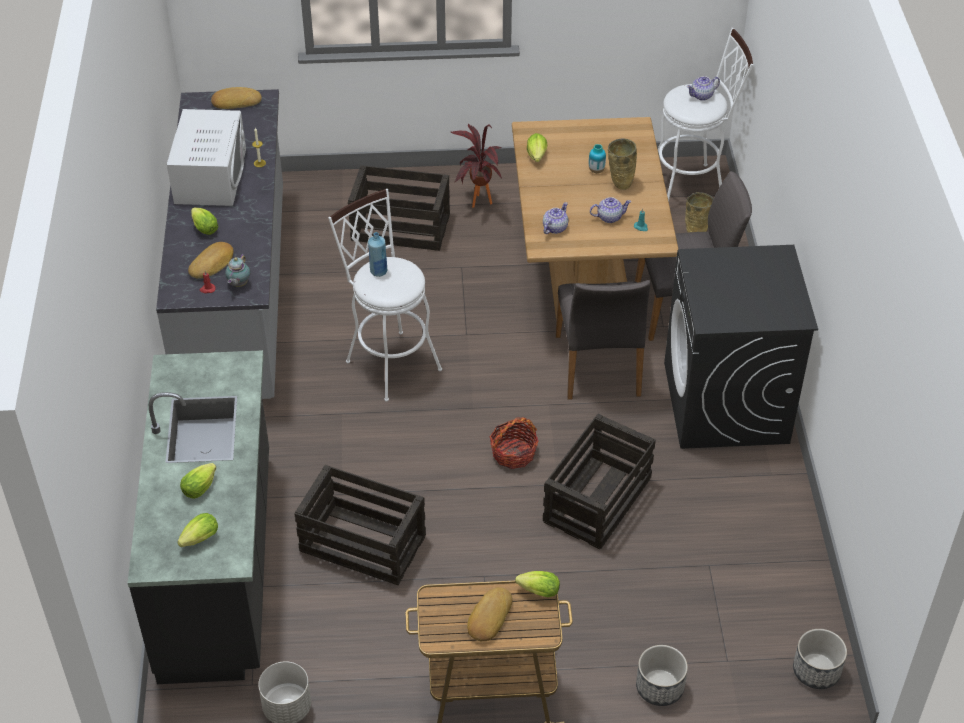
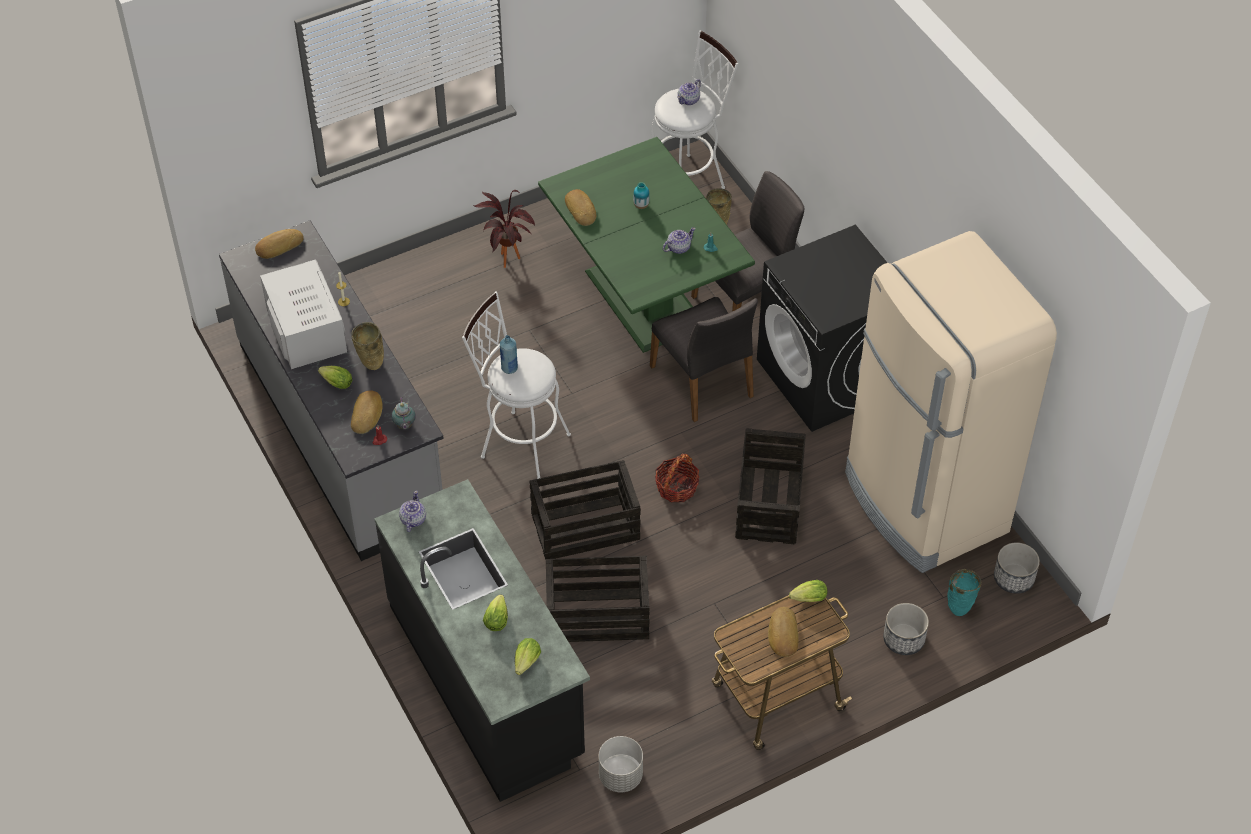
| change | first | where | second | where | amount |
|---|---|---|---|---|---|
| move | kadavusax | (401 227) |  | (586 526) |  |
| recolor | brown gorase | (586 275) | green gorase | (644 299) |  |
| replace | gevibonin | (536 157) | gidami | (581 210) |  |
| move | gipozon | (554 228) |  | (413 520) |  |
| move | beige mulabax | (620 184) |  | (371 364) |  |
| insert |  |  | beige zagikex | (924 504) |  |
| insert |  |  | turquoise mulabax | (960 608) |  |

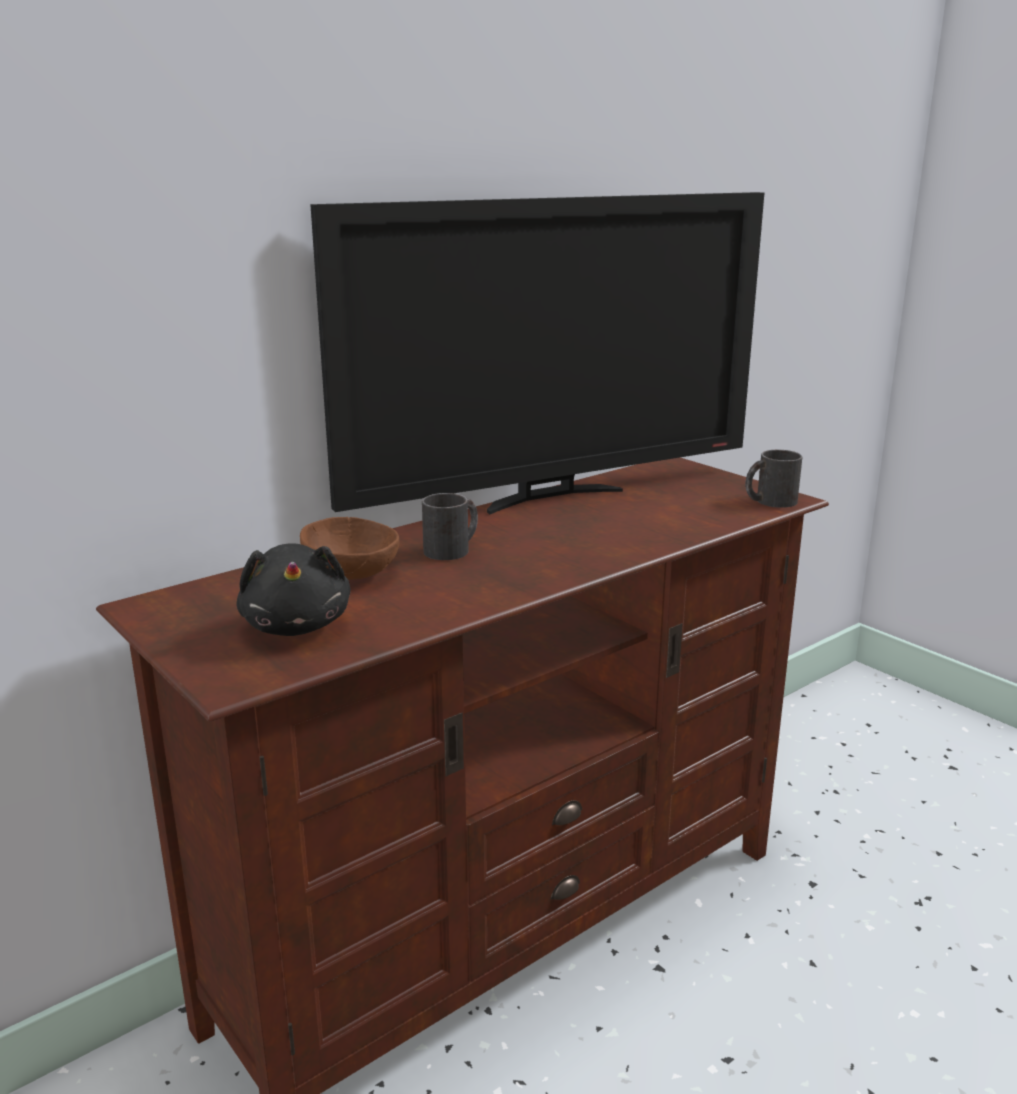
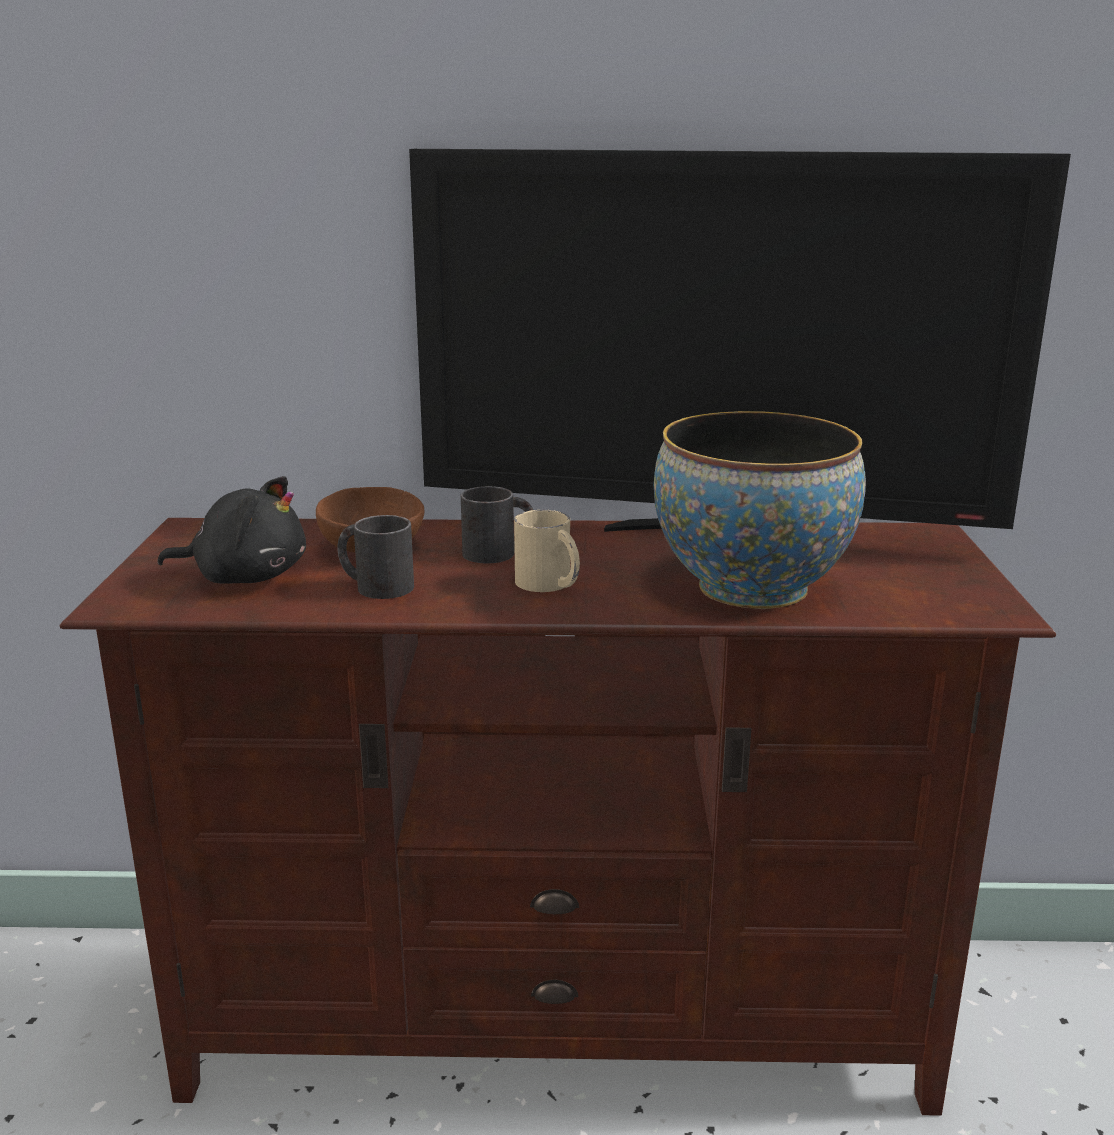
| change | first | where | second | where | amount |
|---|---|---|---|---|---|
| rotate | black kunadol | (297 625) |  | (245 577) | 105 degrees counterclockwise |
| move | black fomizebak | (769 501) |  | (375 586) |  |
| insert |  |  | beige fomizebak | (550 585) |  |
| insert |  |  | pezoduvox | (751 588) |  |

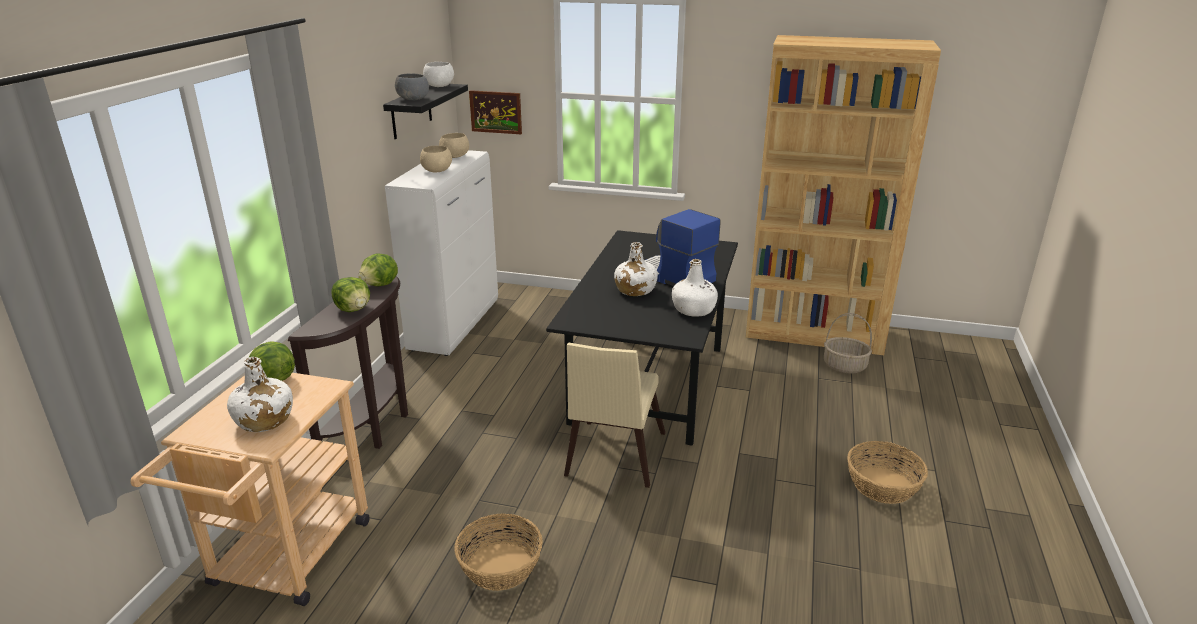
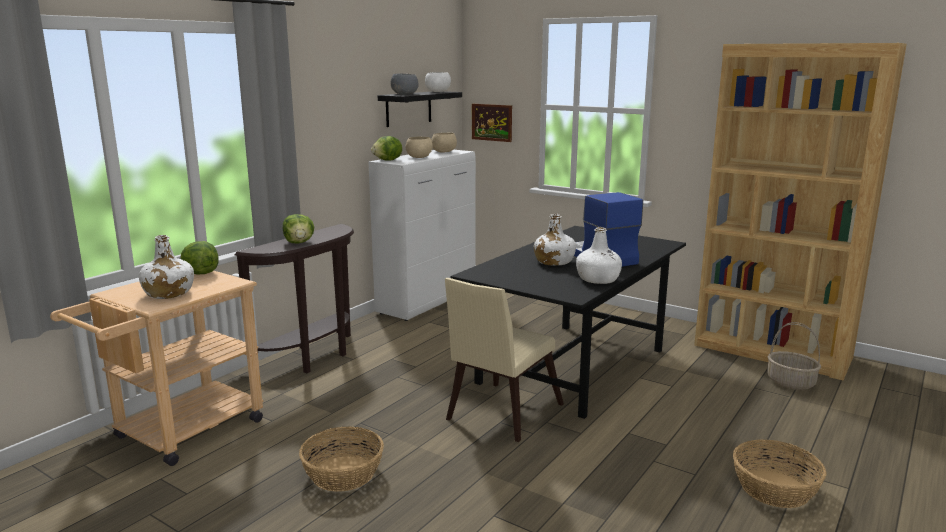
| change | first | where | second | where | amount |
|---|---|---|---|---|---|
| move | gevibonin | (380 285) |  | (388 160) |  |

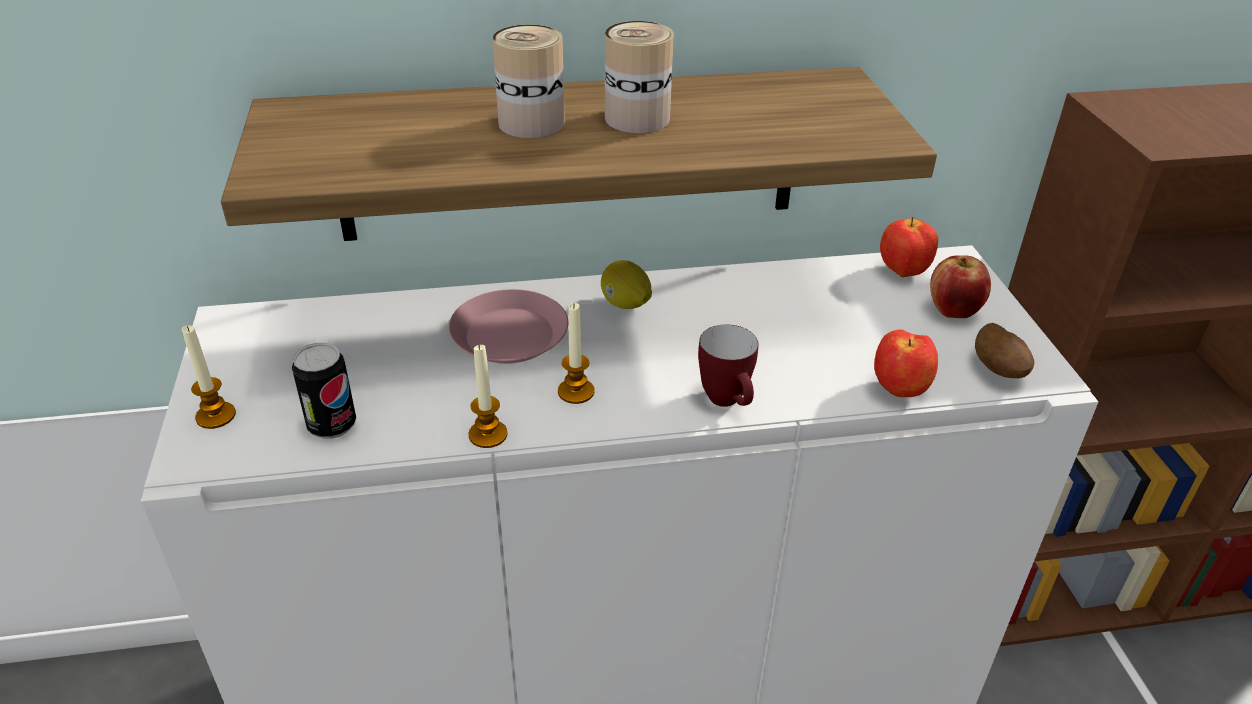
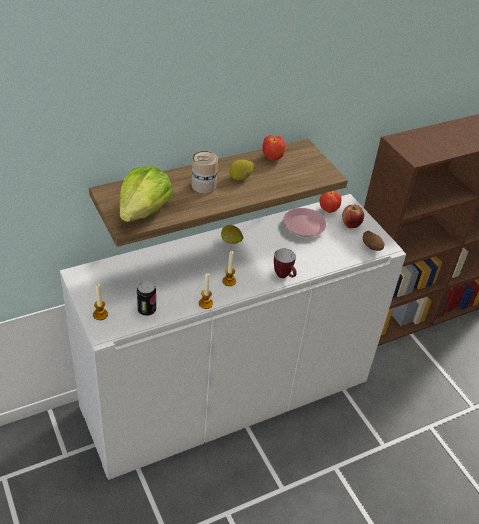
| change | first | where | second | where | amount |
|---|---|---|---|---|---|
| move | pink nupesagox | (510 335) |  | (304 226) |  |
| replace | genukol | (637 118) | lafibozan | (240 177) |  |
| move | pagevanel | (900 390) |  | (272 158) |  |
| insert |  |  | gevibonin | (144 210) |  |

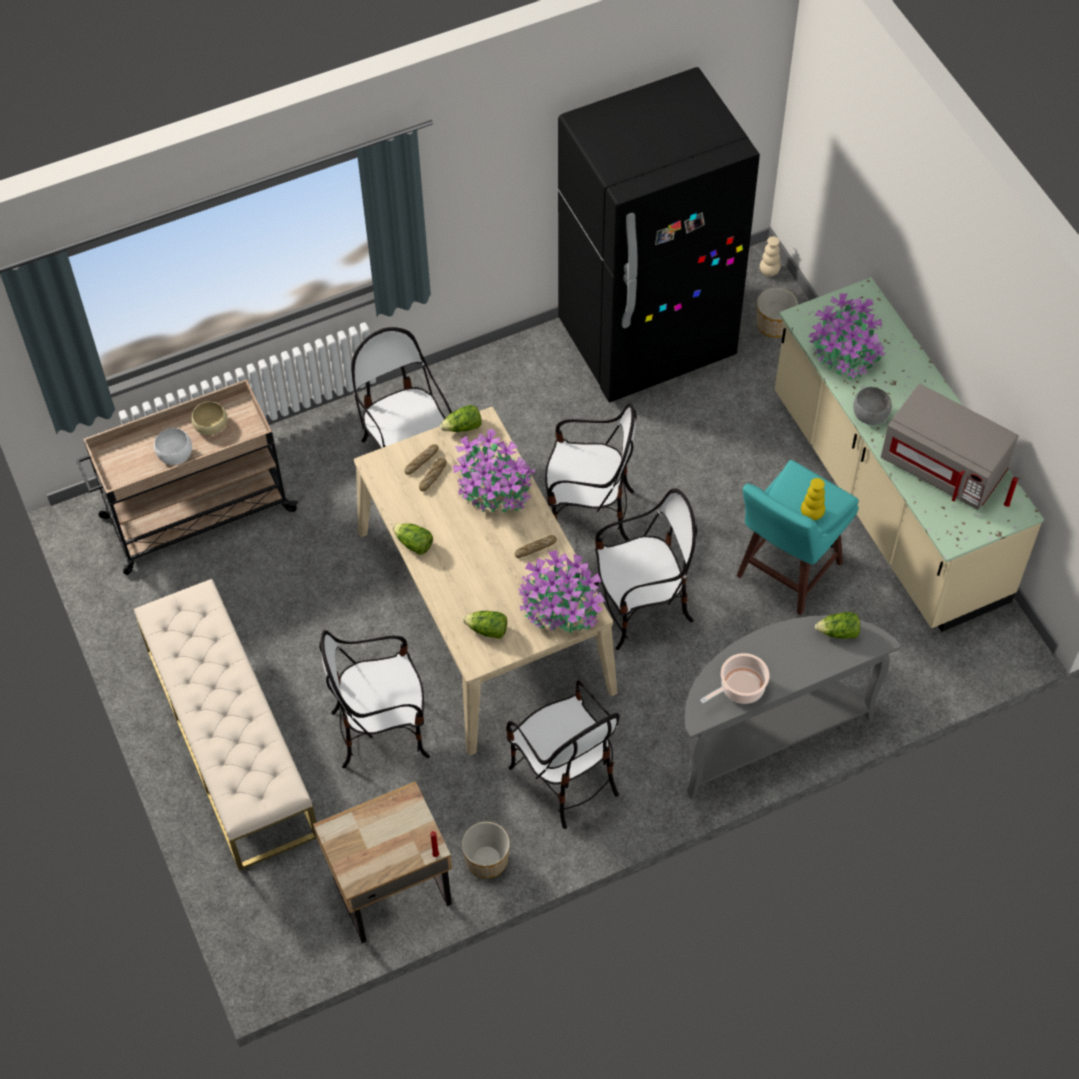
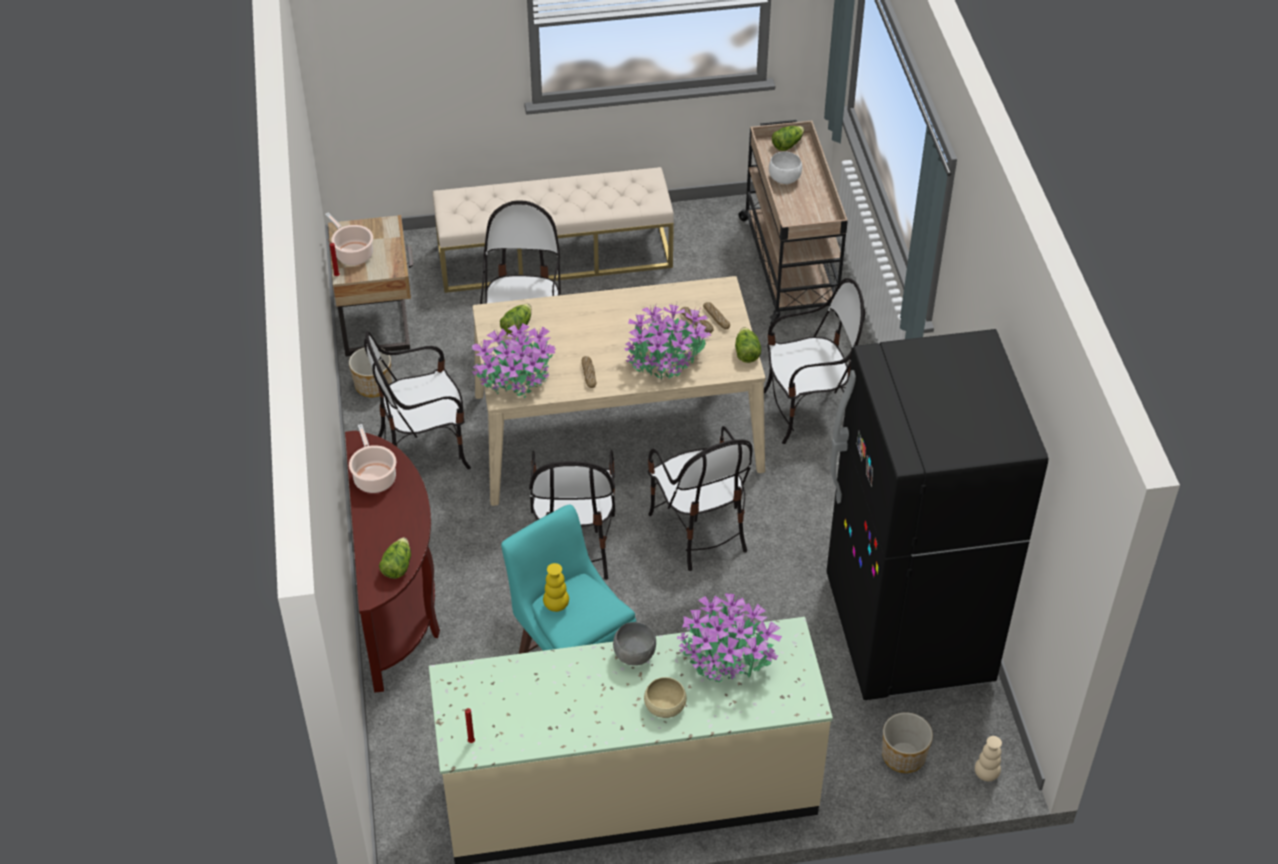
| change | first | where | second | where | amount |
|---|---|---|---|---|---|
| move | beige pezoduvox | (210 424) |  | (665 705) |  |
| move | gevibonin | (413 544) |  | (787 144) |  |
| rotate | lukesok | (588 513) |  | (699 530) | 45 degrees counterclockwise |
| recolor | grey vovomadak | (768 734) | brown vovomadak | (398 605) |  |
| delete | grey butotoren | (944 466) |  |  |  |
| insert |  |  | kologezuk | (353 253) |  |

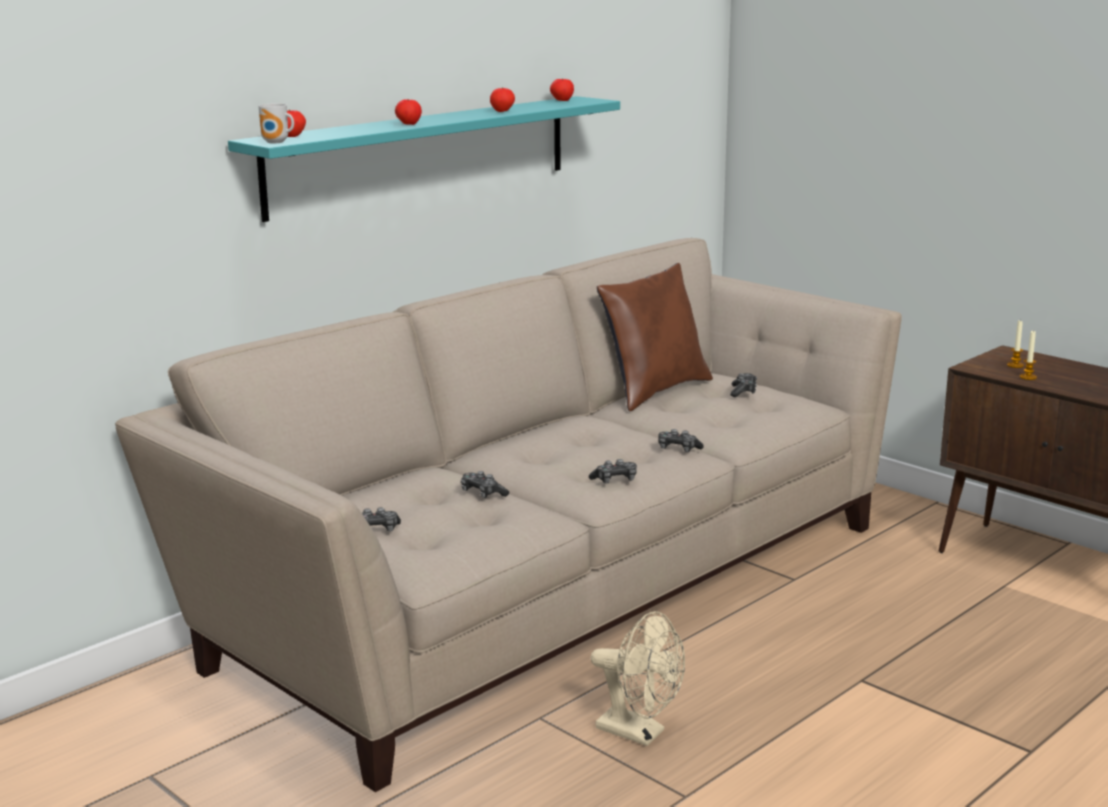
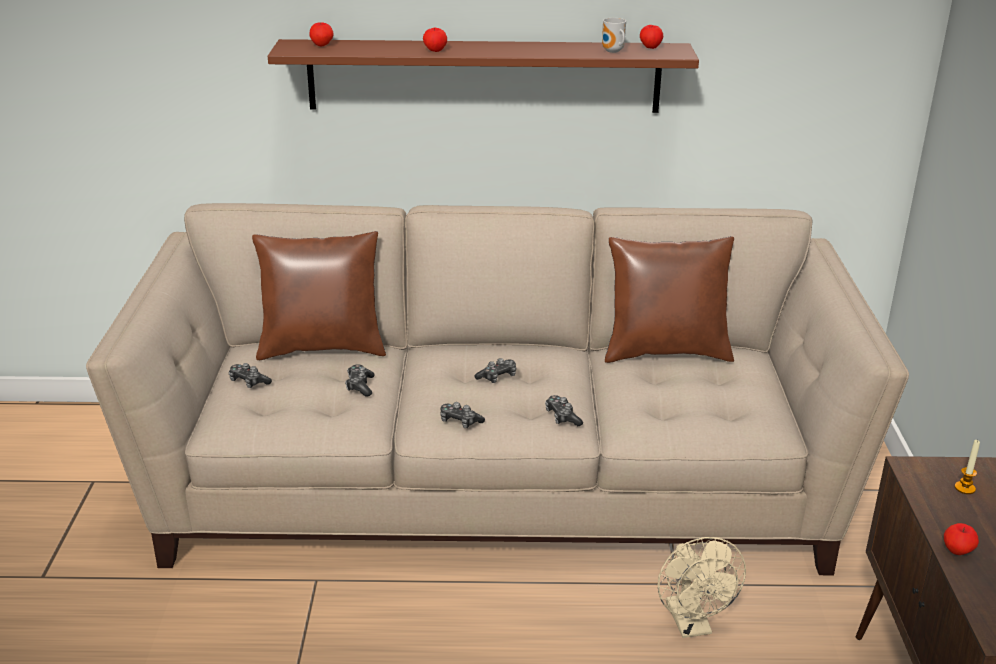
| change | first | where | second | where | amount |
|---|---|---|---|---|---|
| recolor | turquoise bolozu | (422 155) | brown bolozu | (484 76) |  |
| move | fomizebak | (276 142) |  | (612 51) |  |
| move | pagevanel | (502 111) |  | (957 551) |  |
| move | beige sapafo | (639 733) |  | (692 625) |  |
| move | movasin | (743 391) |  | (497 377) |  |
| delete | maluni | (1028 377) |  |  |  |
| insert |  |  | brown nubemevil | (323 348) |  |

